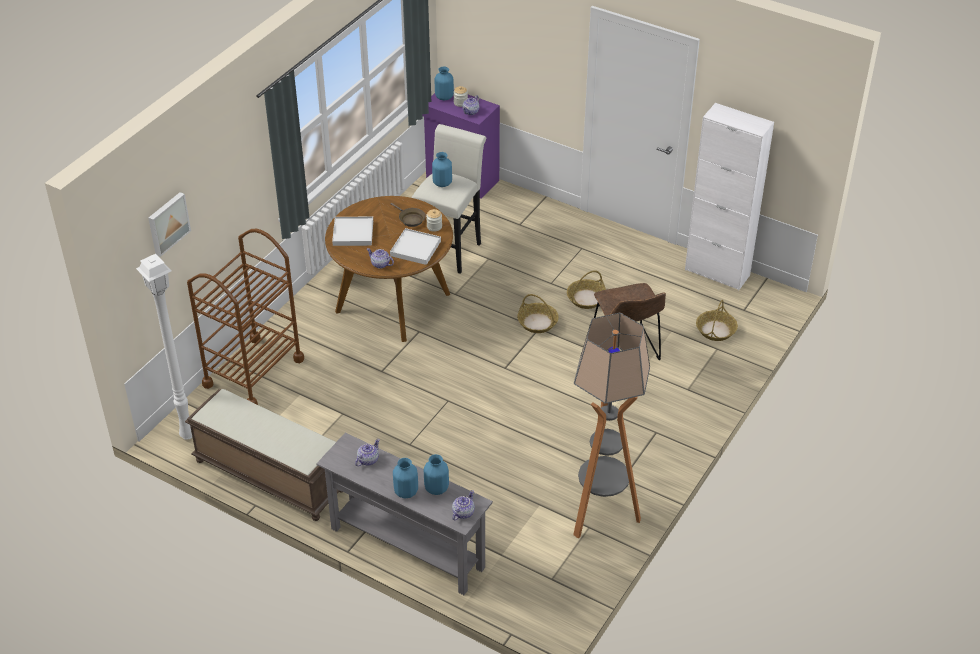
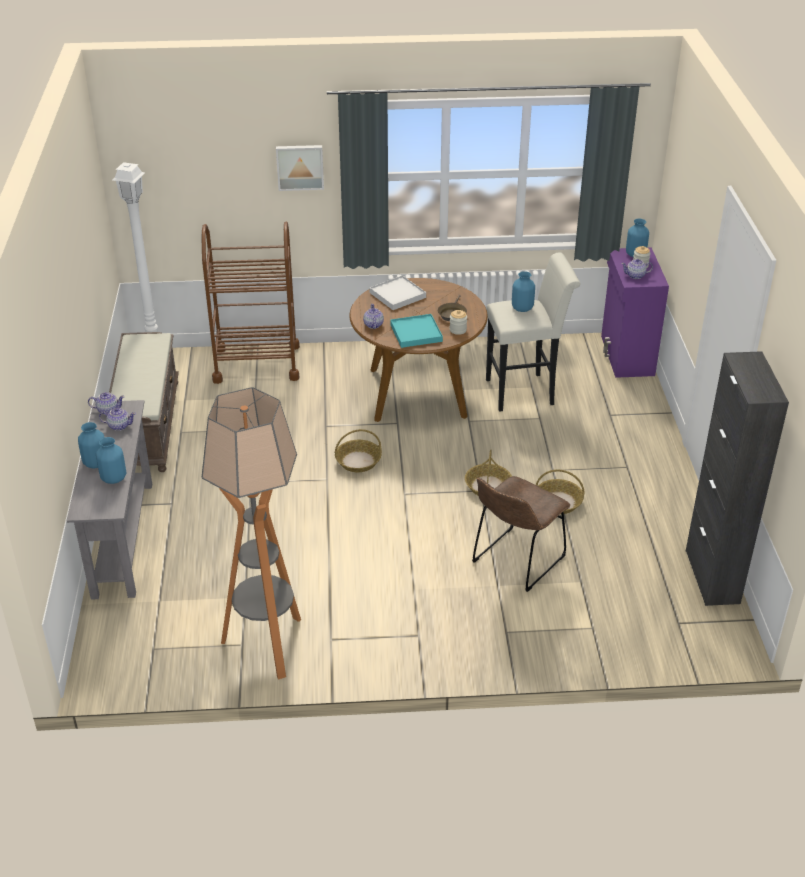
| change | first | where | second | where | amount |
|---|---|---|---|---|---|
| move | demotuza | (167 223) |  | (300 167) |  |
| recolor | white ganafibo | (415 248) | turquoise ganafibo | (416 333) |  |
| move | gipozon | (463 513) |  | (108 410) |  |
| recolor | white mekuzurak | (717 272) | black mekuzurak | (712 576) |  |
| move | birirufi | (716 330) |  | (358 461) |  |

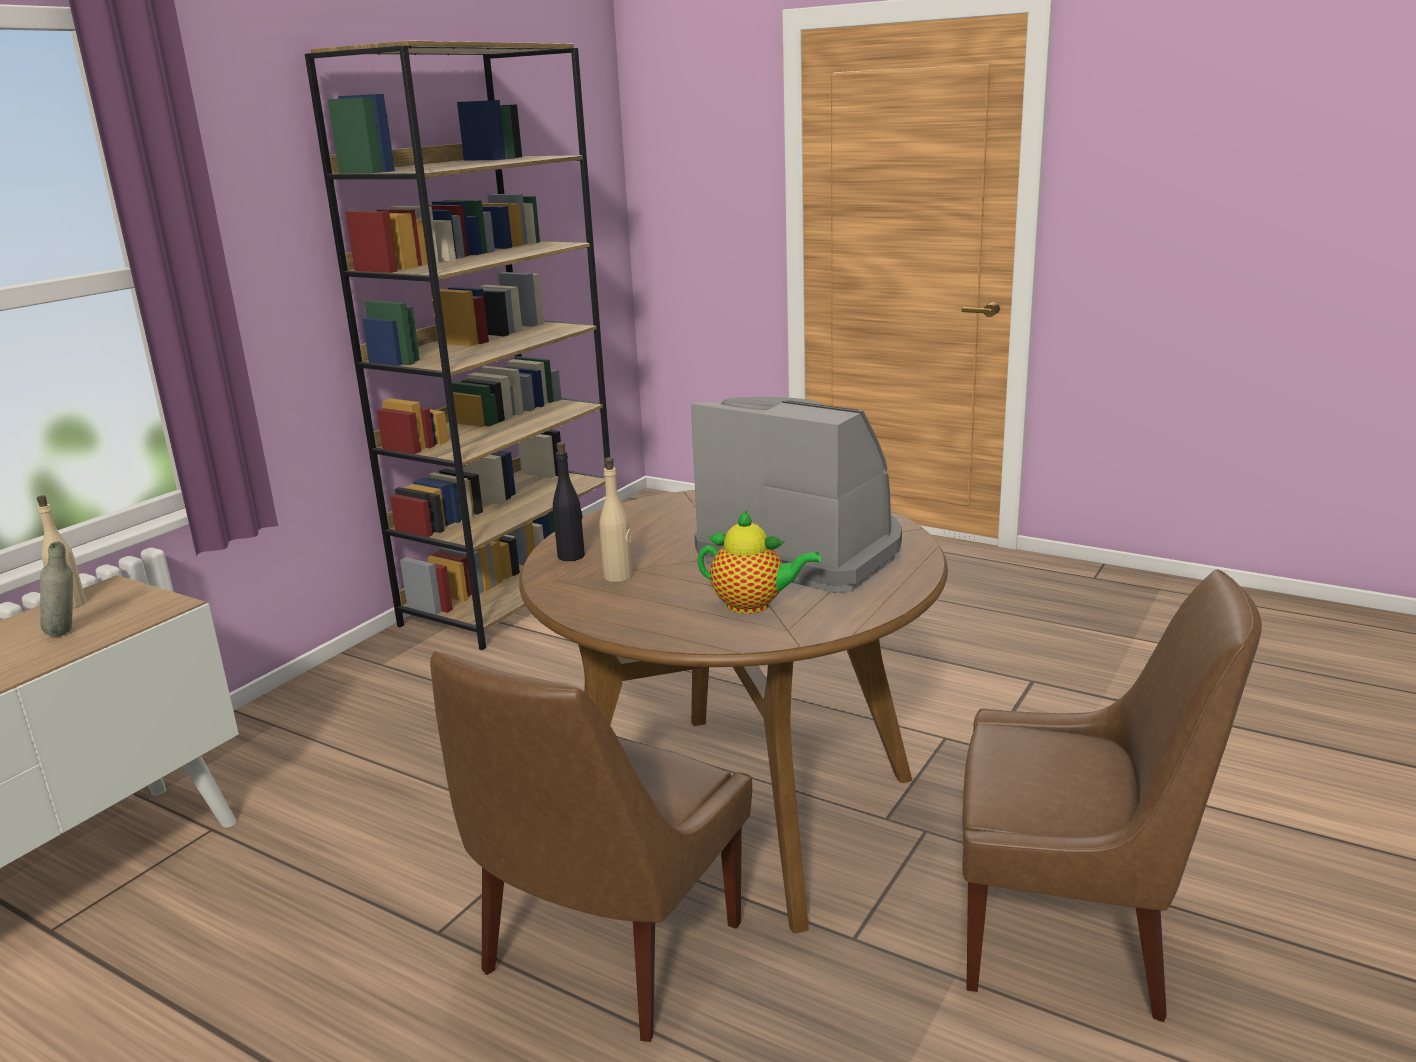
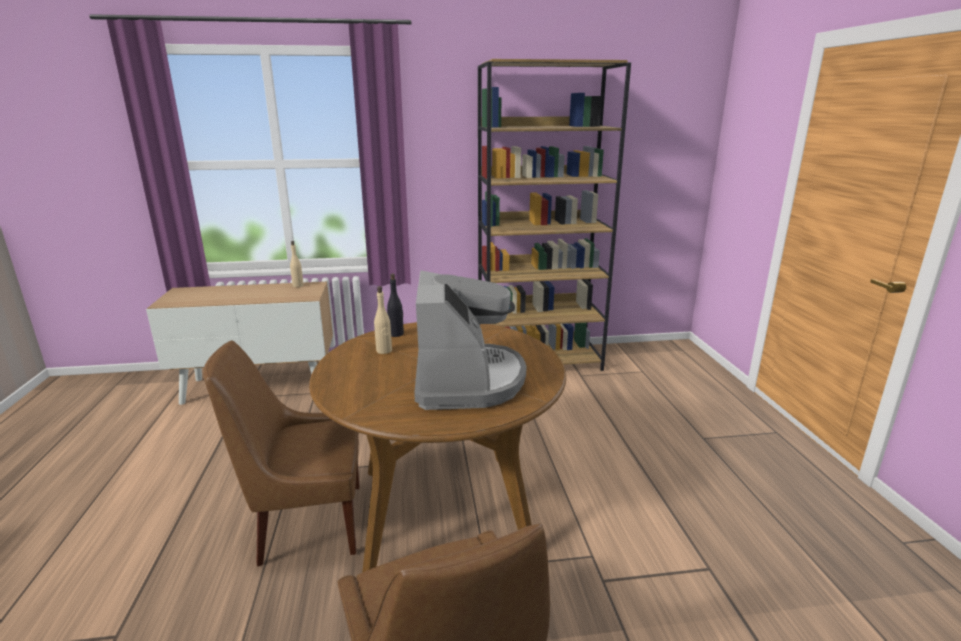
| change | first | where | second | where | amount |
|---|---|---|---|---|---|
| delete | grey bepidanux | (68 635) |  |  |  |
| delete | gipozon | (753 605) |  |  |  |

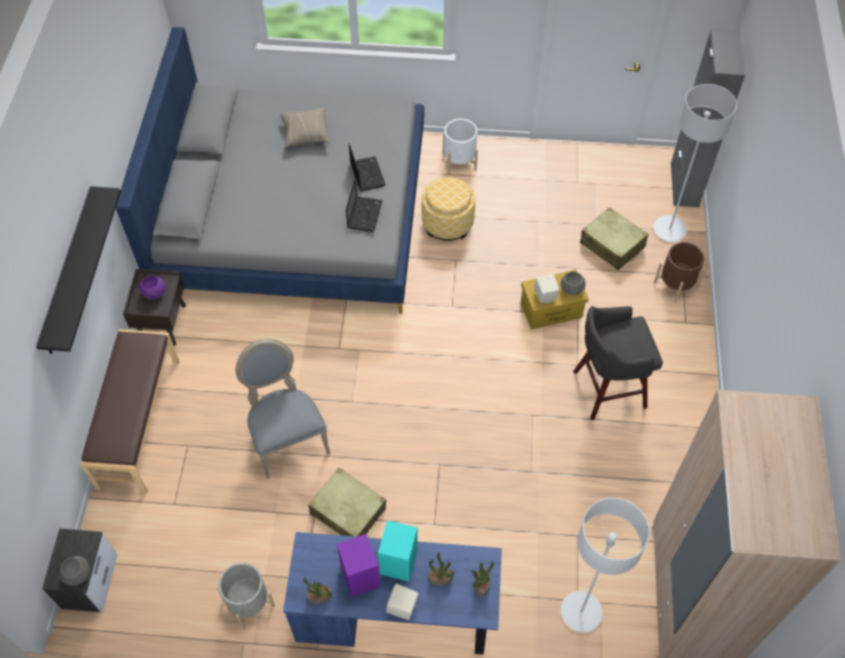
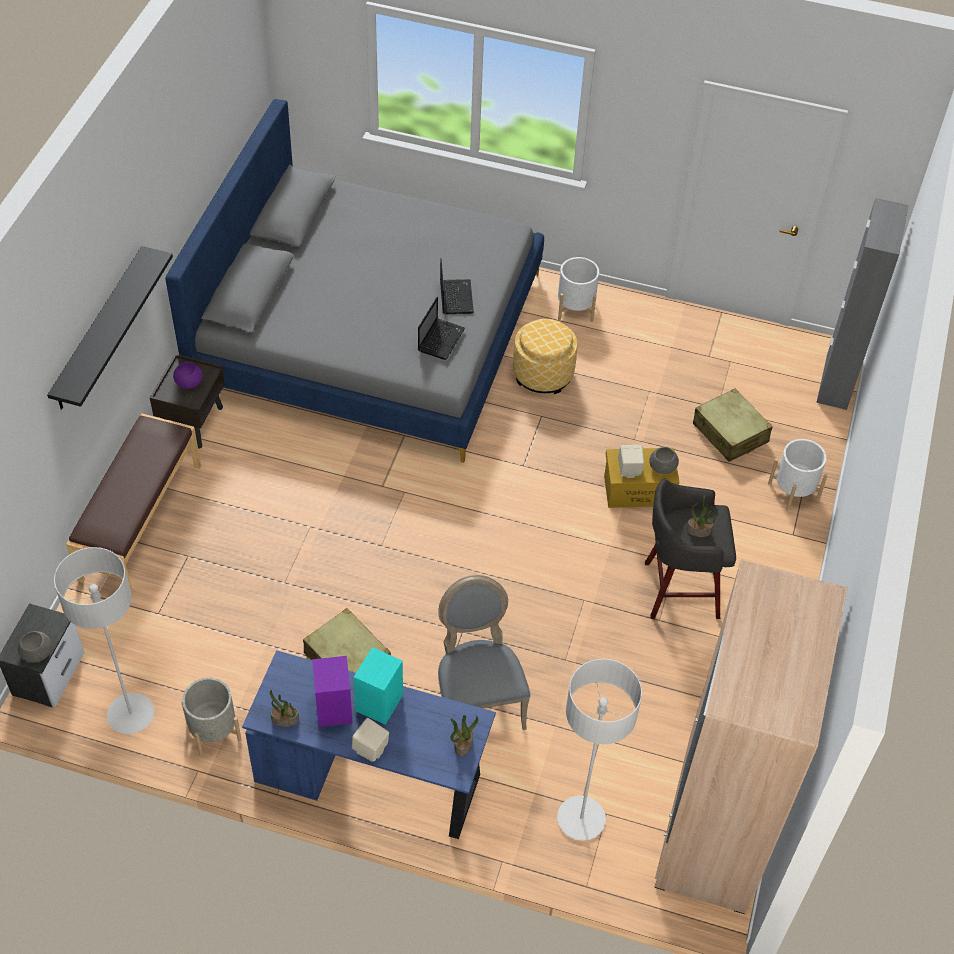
| change | first | where | second | where | amount |
|---|---|---|---|---|---|
| move | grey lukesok | (286 437) |  | (477 699) |  |
| delete | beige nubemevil | (305 133) |  |  |  |
| move | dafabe | (440 578) |  | (699 530) |  |
| move | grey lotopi | (669 229) |  | (131 714) |  |
| recolor | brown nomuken | (676 284) | white nomuken | (793 491) |  |

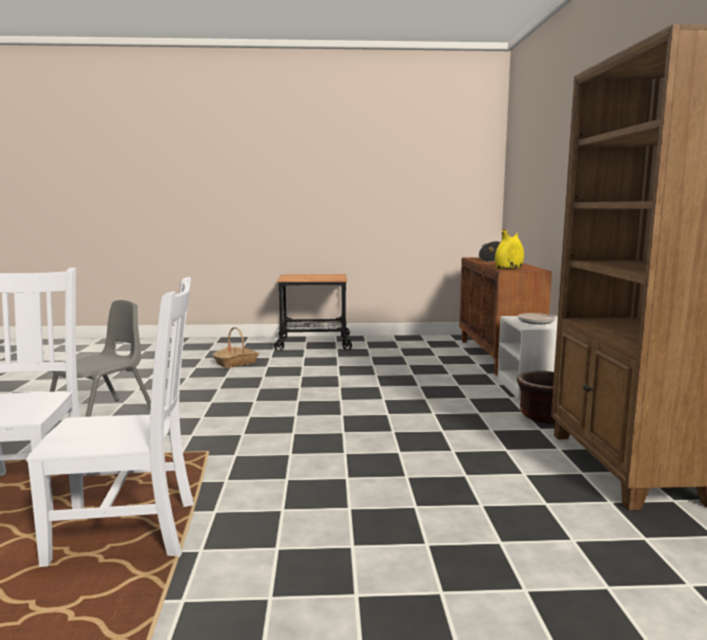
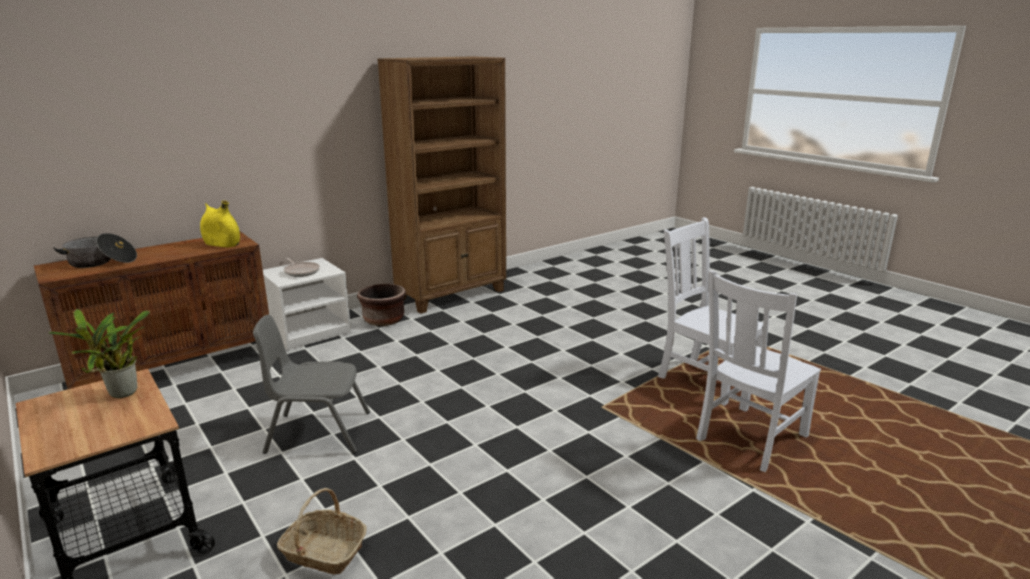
| change | first | where | second | where | amount |
|---|---|---|---|---|---|
| move | grey lukesok | (102 416) |  | (318 432) |  |
| insert |  |  | dafabe | (121 395) |  |

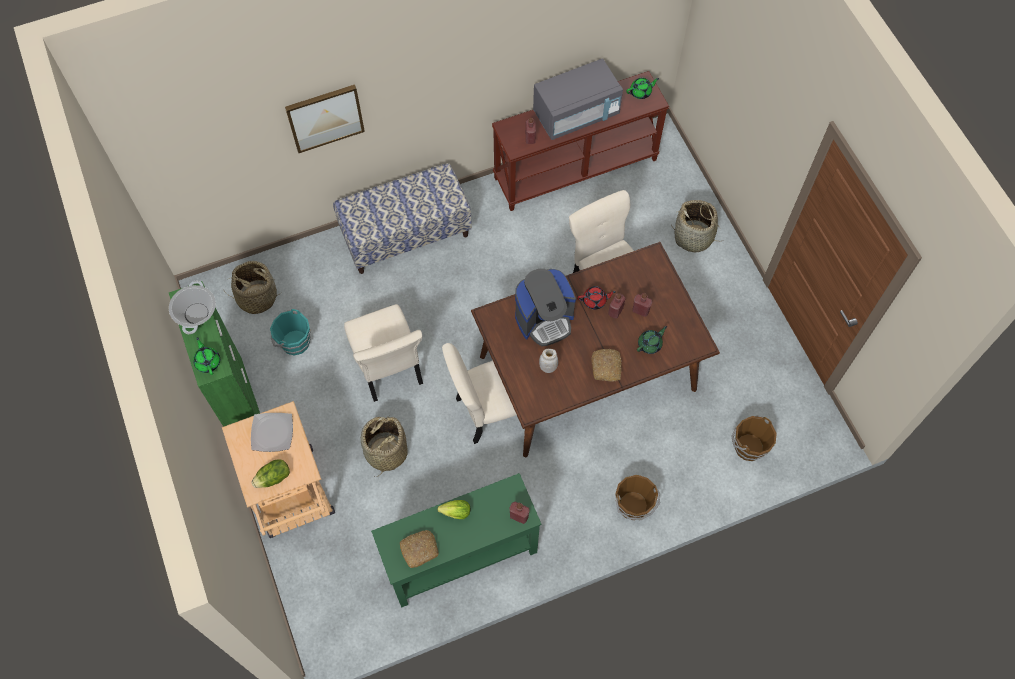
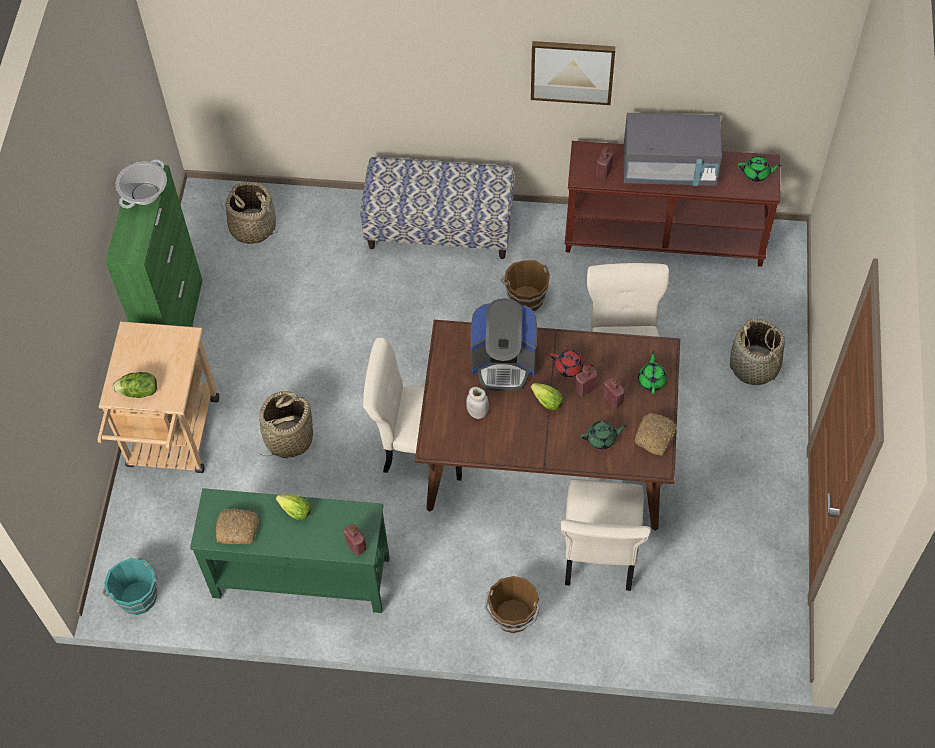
| change | first | where | second | where | amount |
|---|---|---|---|---|---|
| move | green gipozon | (208 361) |  | (652 380) |  |
| delete | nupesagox | (272 433) |  |  |  |
| move | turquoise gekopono | (294 342) |  | (137 596) |  |
| move | demotuza | (325 117) |  | (572 71) |  |
| move | beige lukesok | (388 368) |  | (599 554) |  |
| move | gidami | (606 367) |  | (655 437) |  |
| move | brown gekopono | (748 446) |  | (525 298) |  |
| insert |  |  | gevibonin | (545 400) |  |

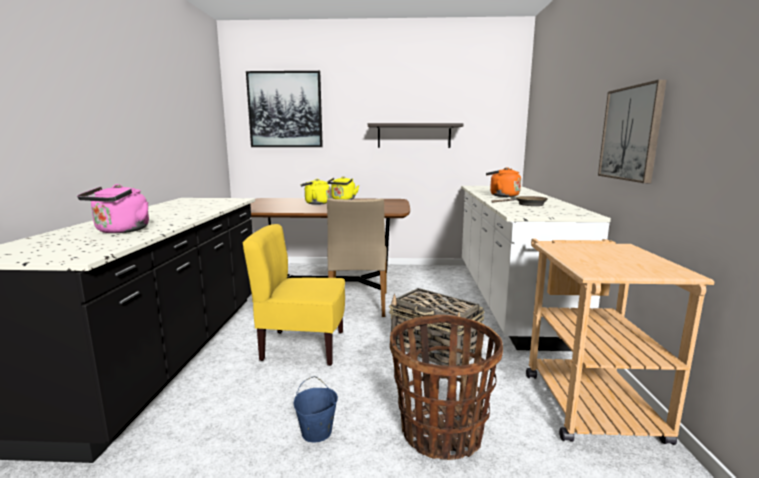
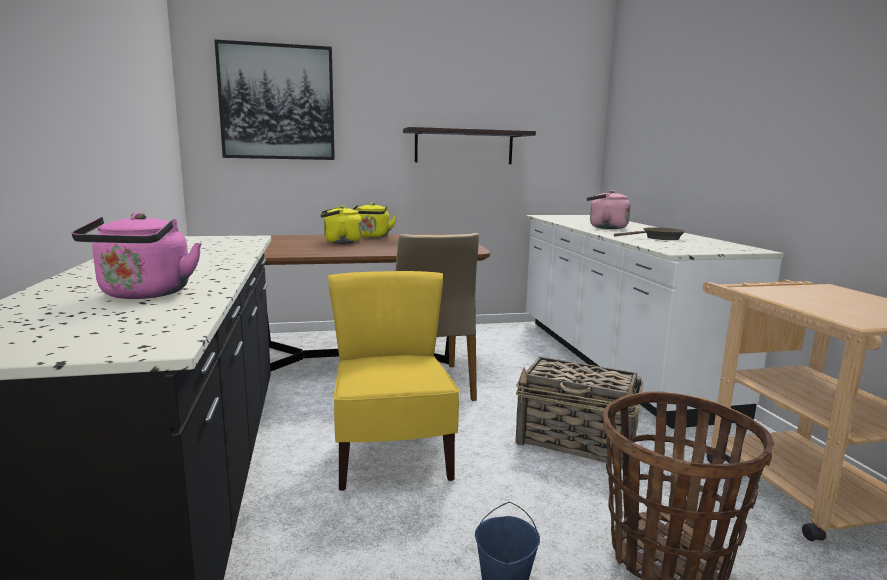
| change | first | where | second | where | amount |
|---|---|---|---|---|---|
| rotate | yellow lukesok | (303 347) |  | (391 456) | 90 degrees clockwise |
| recolor | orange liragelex | (502 195) | pink liragelex | (605 227) |  |
| delete | demotuza | (631 133) |  |  |  |

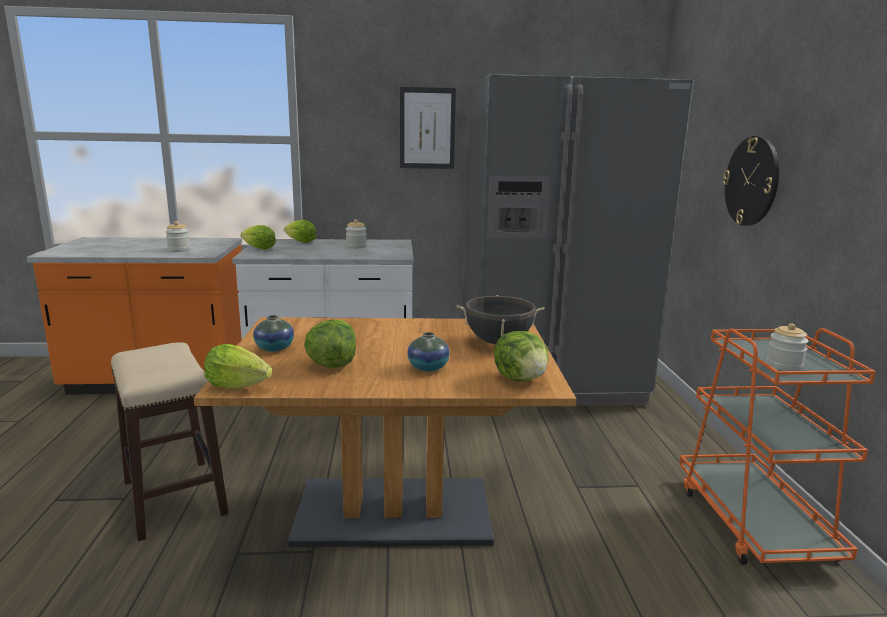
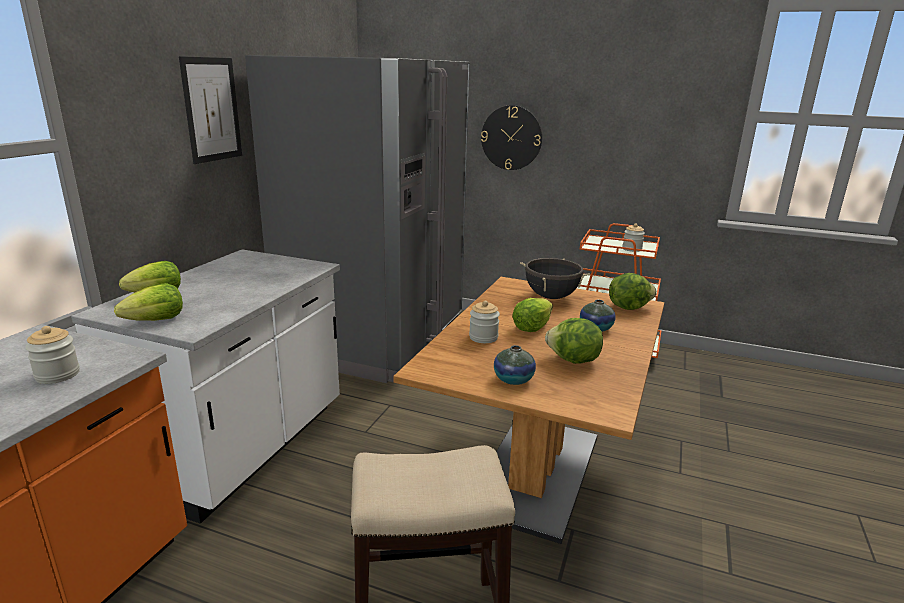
| change | first | where | second | where | amount |
|---|---|---|---|---|---|
| move | gevibonin | (237 386) |  | (531 327) |  |
| move | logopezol | (356 247) |  | (483 337) |  |

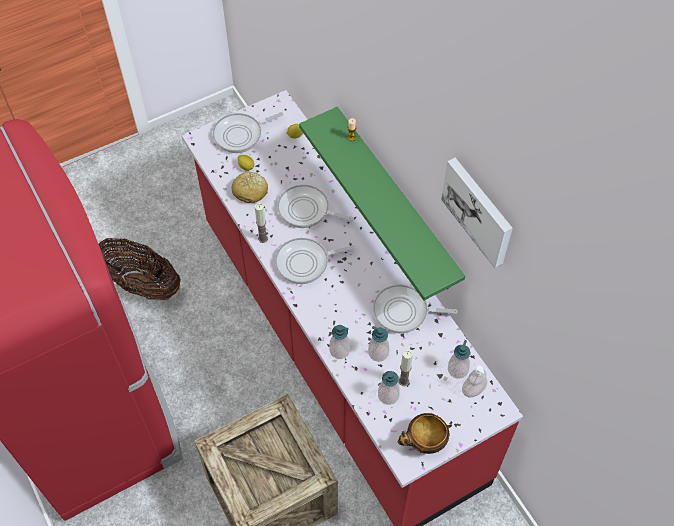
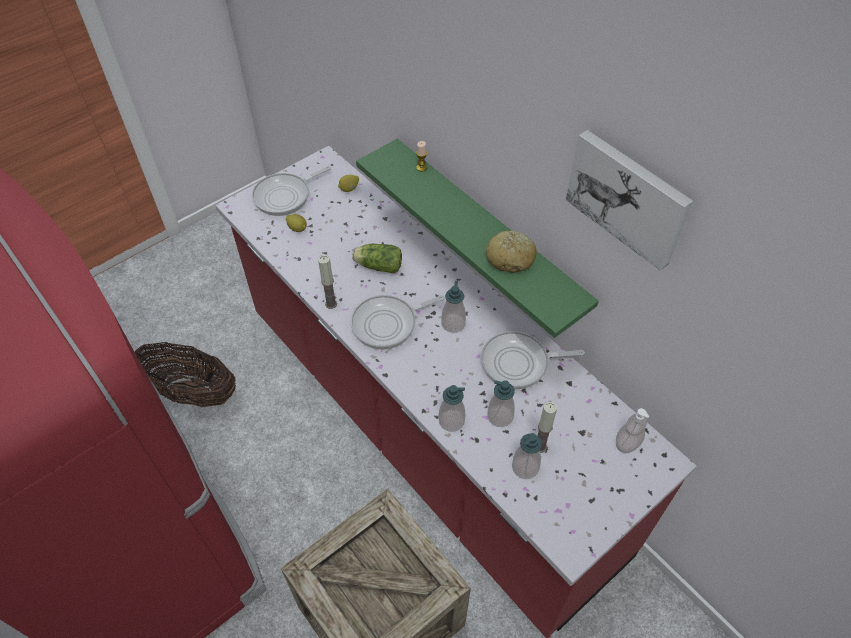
| change | first | where | second | where | amount |
|---|---|---|---|---|---|
| move | gidami | (250 191) |  | (510 258) |  |
| replace | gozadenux | (306 210) | gevibonin | (377 266) |  |
| delete | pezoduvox | (424 442) |  |  |  |
| move | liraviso | (457 369) |  | (453 324) |  |

